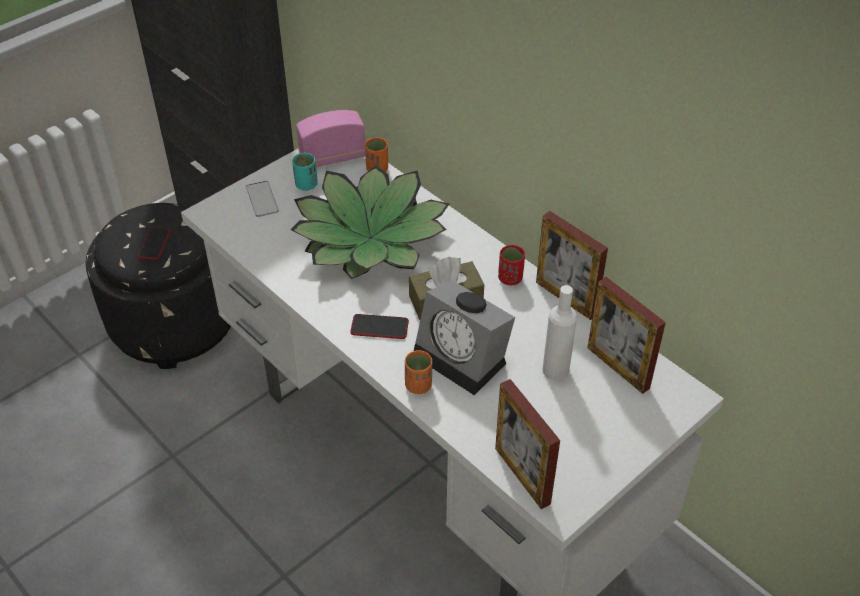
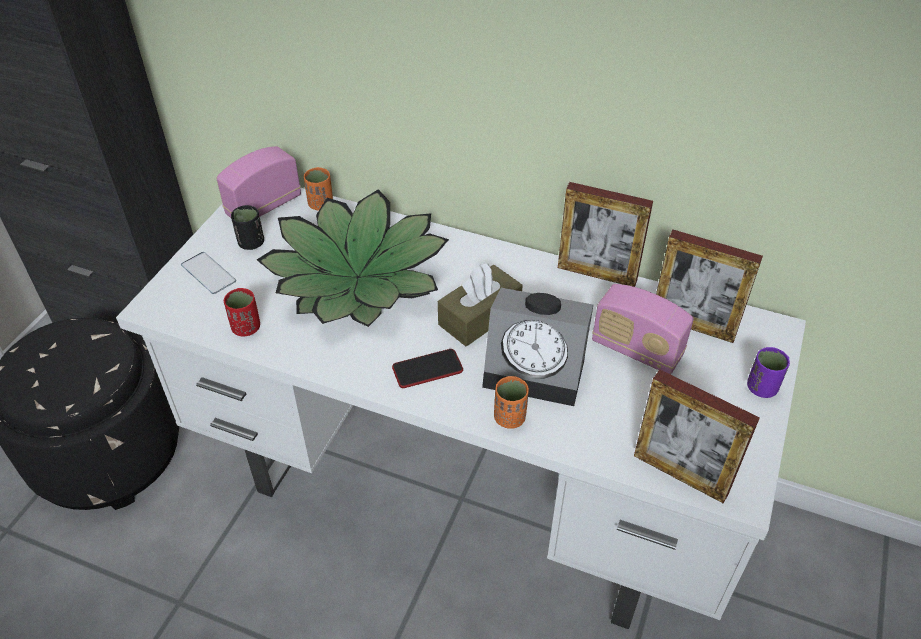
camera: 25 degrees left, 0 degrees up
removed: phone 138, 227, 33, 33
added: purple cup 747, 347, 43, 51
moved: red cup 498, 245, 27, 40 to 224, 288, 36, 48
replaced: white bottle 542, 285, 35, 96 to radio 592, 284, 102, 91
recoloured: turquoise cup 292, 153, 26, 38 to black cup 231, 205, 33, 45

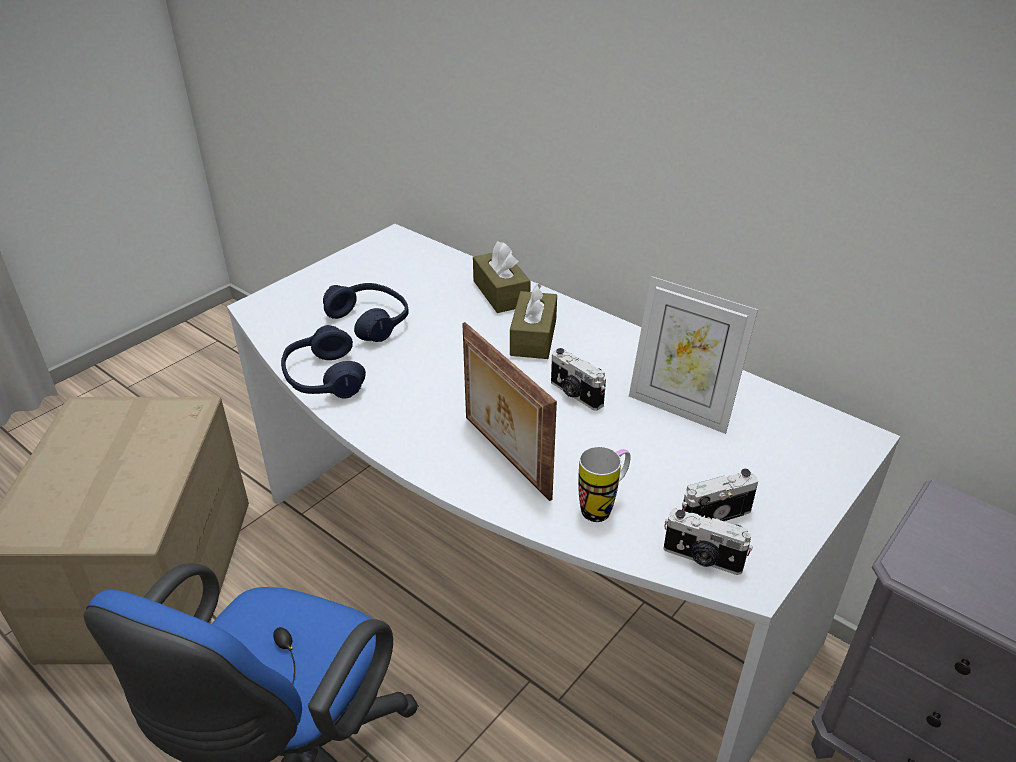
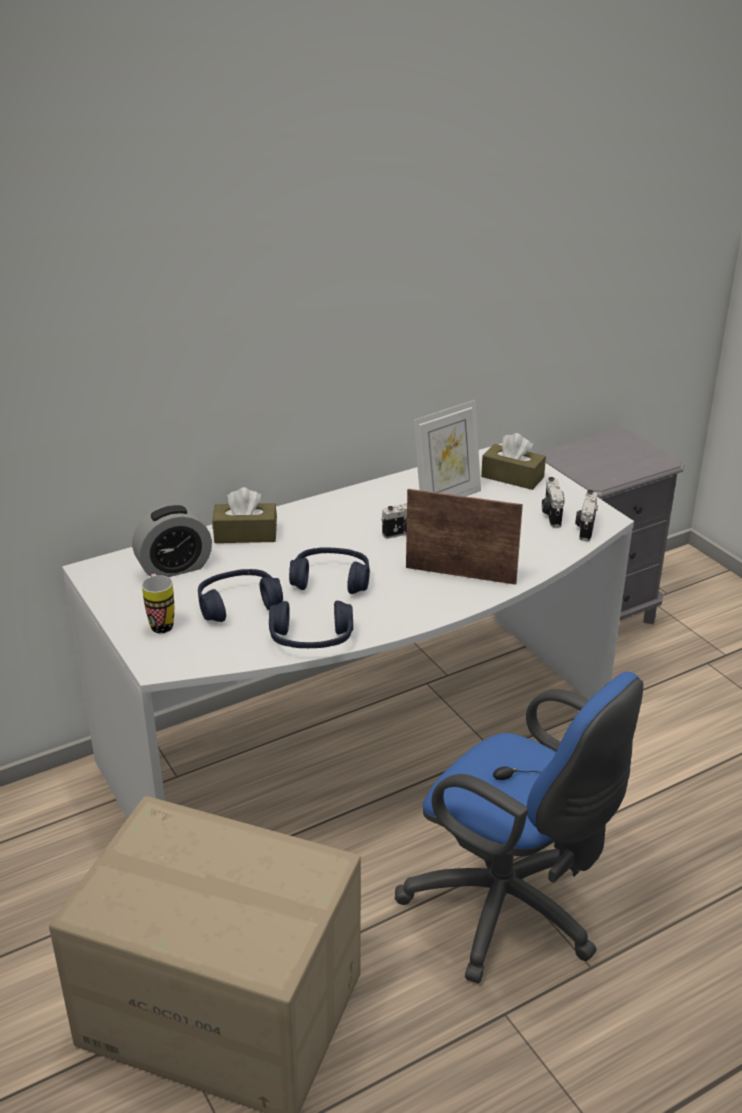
camera: 70 degrees left, 5 degrees down
added: alarm clock 132, 505, 80, 72; blue headphones 289, 547, 81, 47
moved: brown tissue box 510, 283, 47, 76 to 481, 433, 65, 57; mug 578, 447, 53, 75 to 142, 574, 32, 59
turned: picture frame 462, 322, 95, 179 = 406, 489, 117, 96 150 degrees counterclockwise; photo camera 663, 508, 90, 67 = 575, 490, 23, 51 150 degrees clockwise

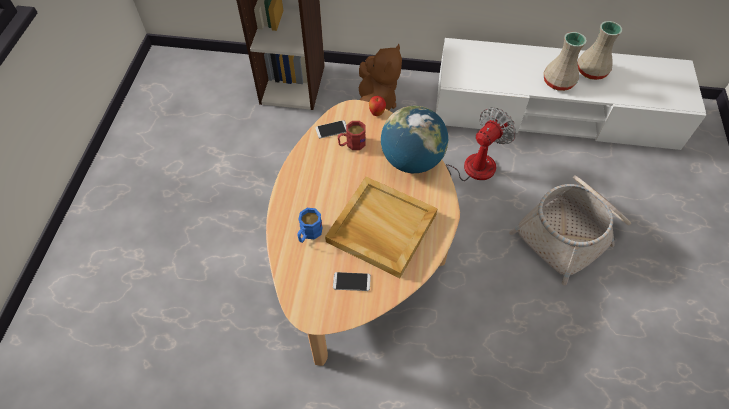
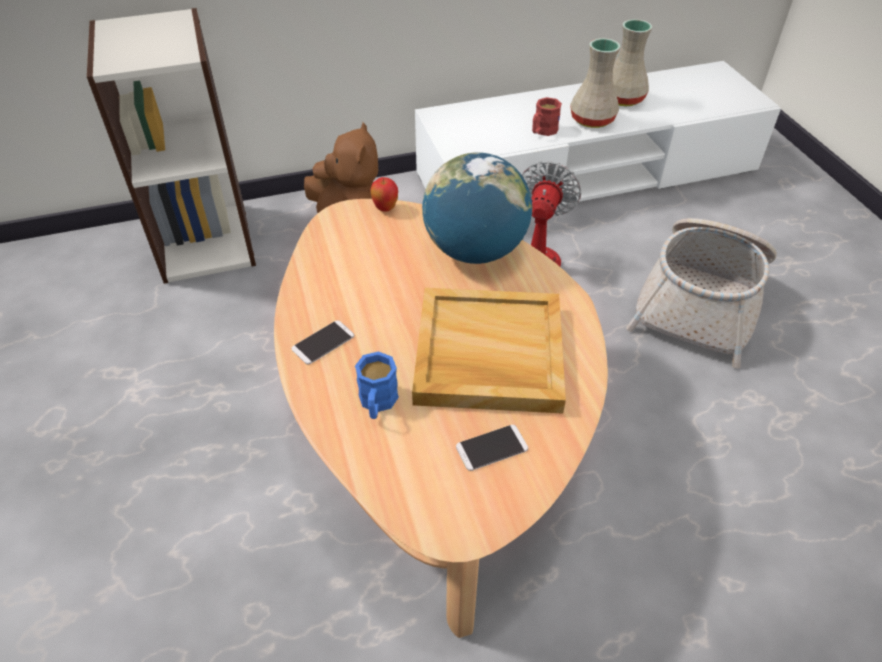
camera: 25 degrees left, 10 degrees down
moved: phone 315, 120, 31, 18 to 292, 320, 62, 45; red mug 338, 121, 28, 29 to 532, 97, 30, 39

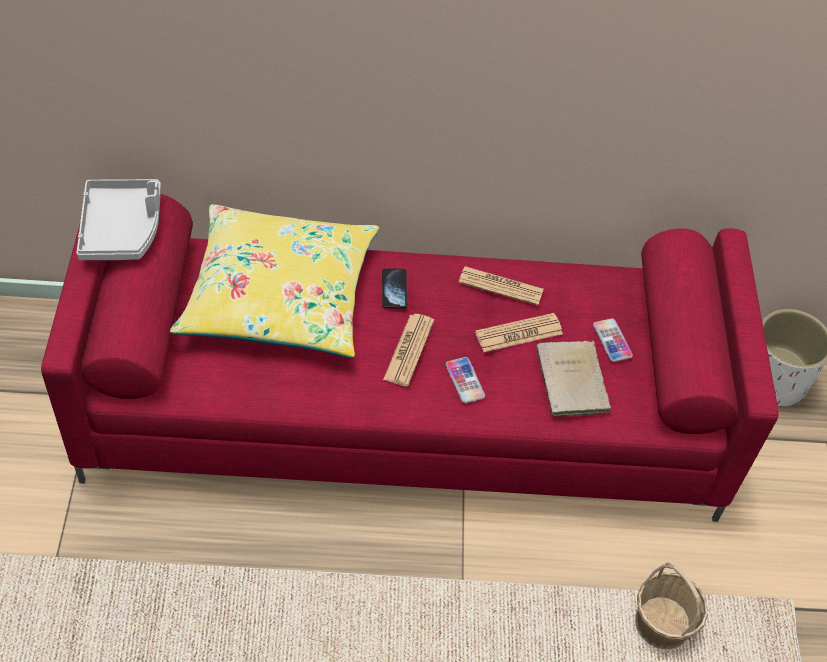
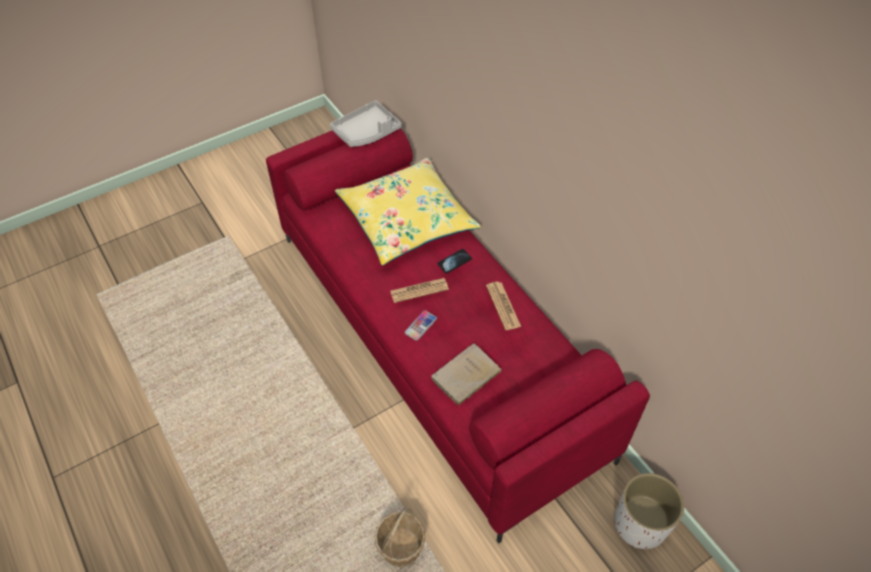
camera: 60 degrees right, 0 degrees up
removed: newspaper 475, 313, 88, 39; phone 593, 318, 40, 44

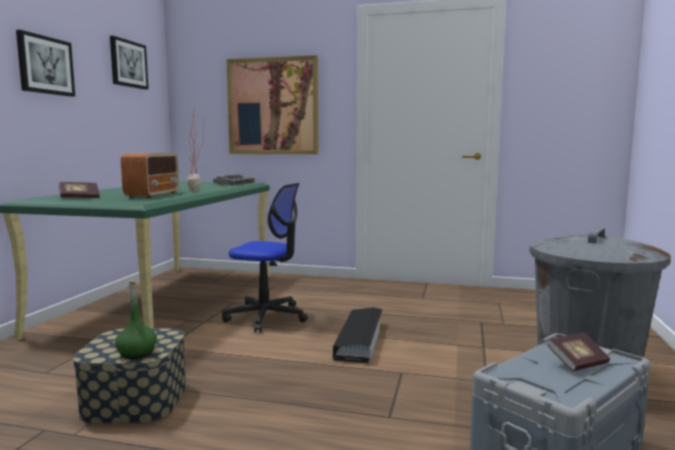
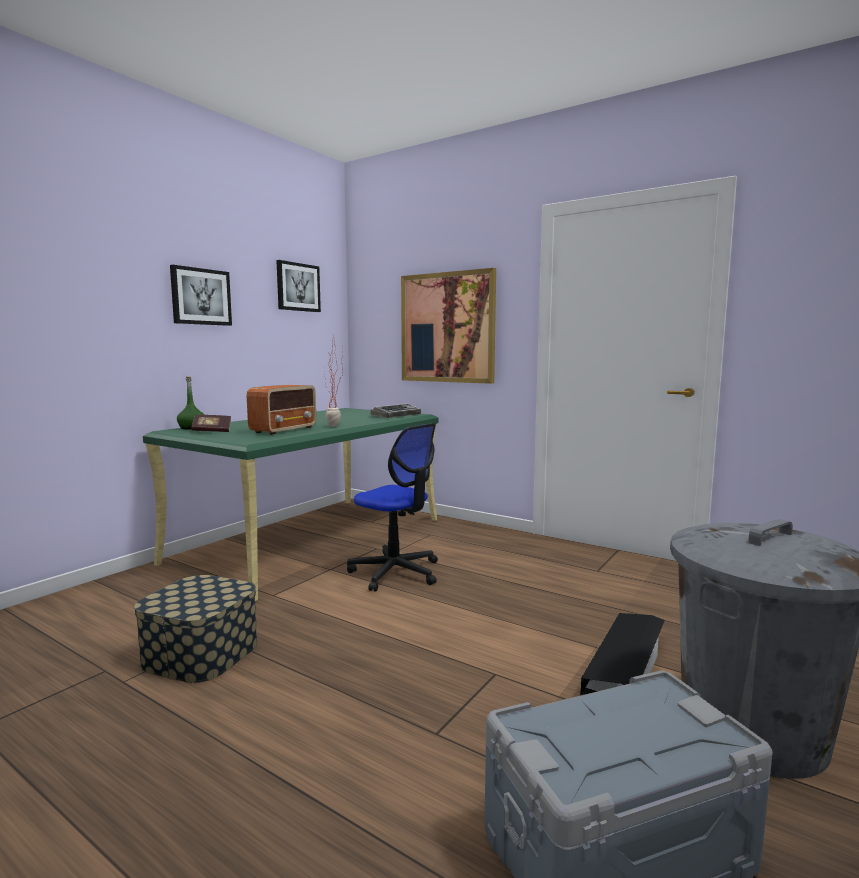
camera: 20 degrees right, 0 degrees up
removed: book 547, 333, 63, 38
moved: green bottle 115, 281, 42, 78 to 177, 376, 27, 53; black storage box 333, 307, 50, 56 to 580, 613, 85, 83

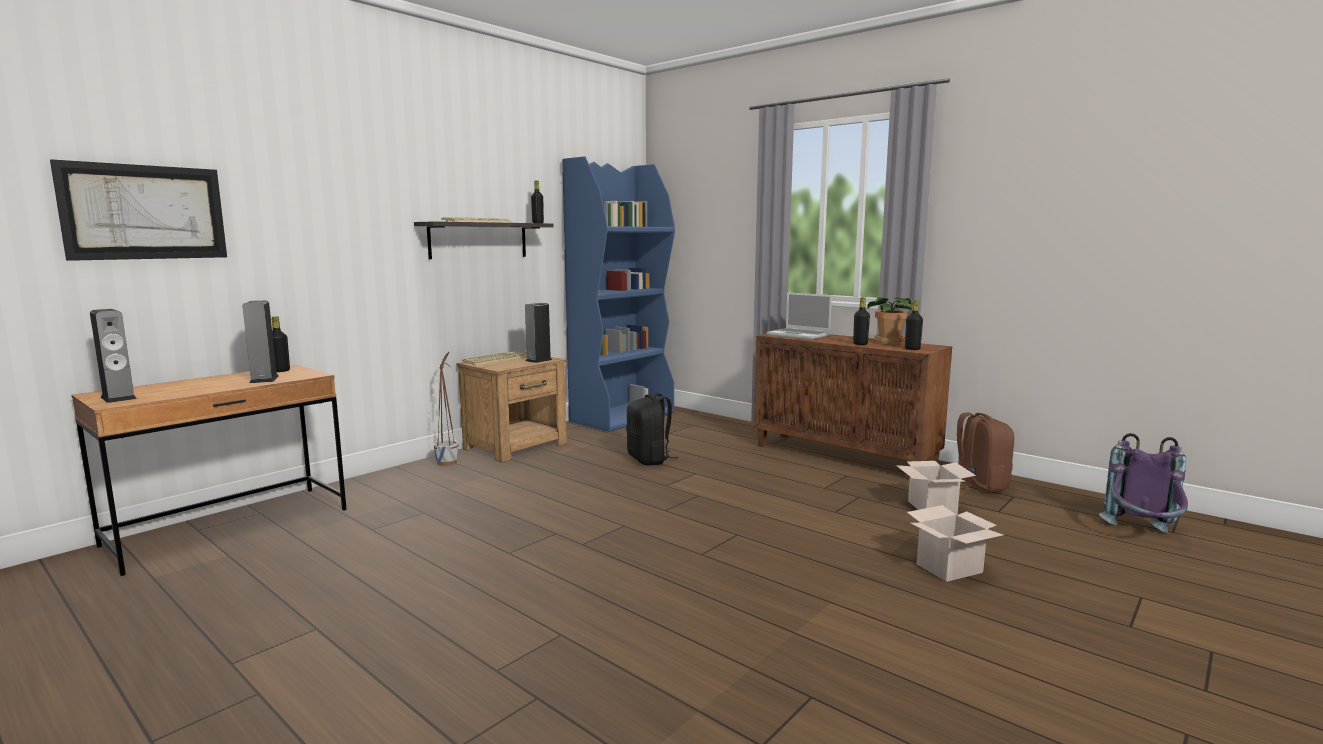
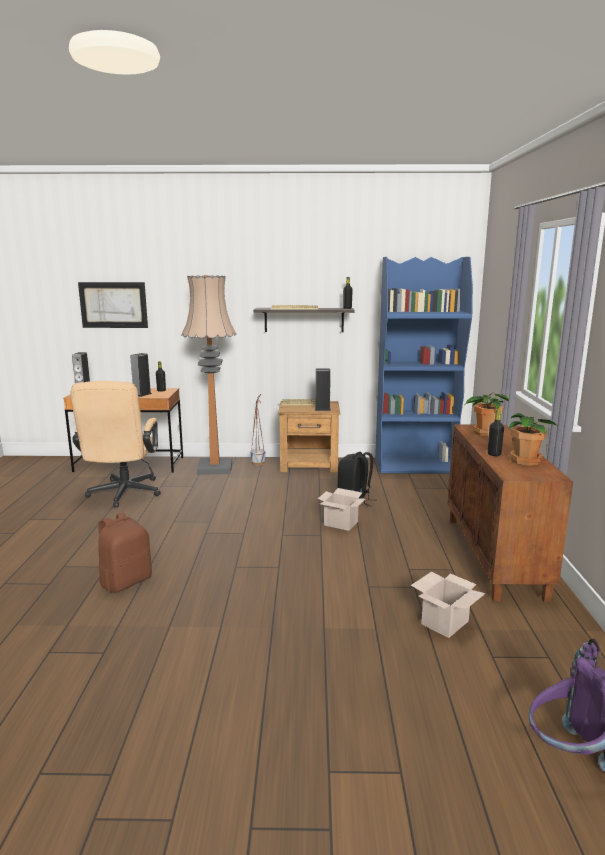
camera: 50 degrees right, 5 degrees up
removed: black bottle 905, 300, 18, 50
added: floor lamp 181, 275, 55, 200; beige office chair 71, 381, 90, 127
moved: brown backpack 957, 413, 57, 80 to 98, 513, 54, 80; cardboard box 907, 505, 96, 77 to 318, 488, 47, 43
replaced: laptop 767, 293, 65, 47 to potted plant 465, 393, 44, 44

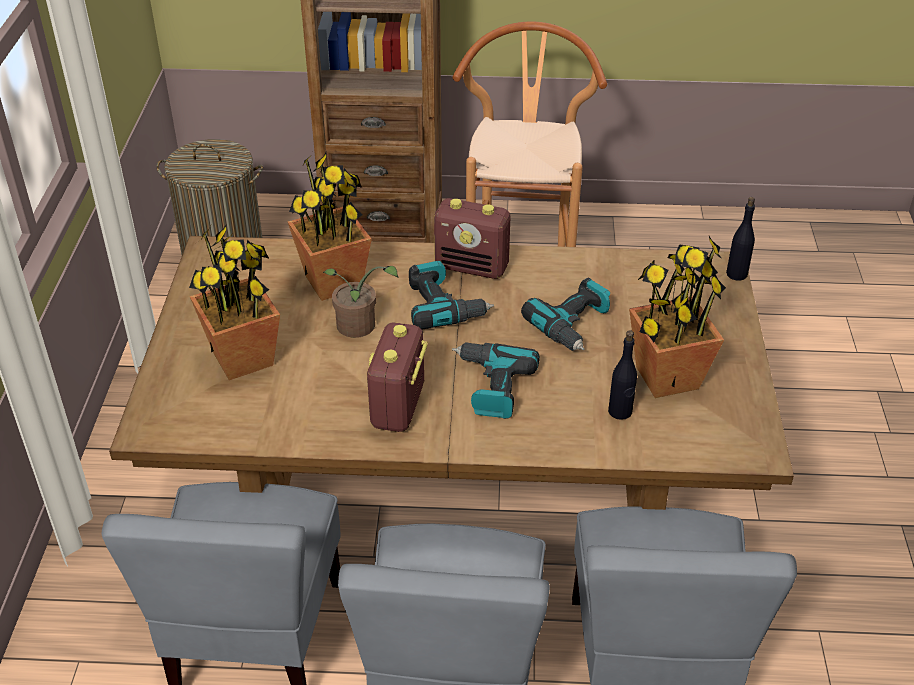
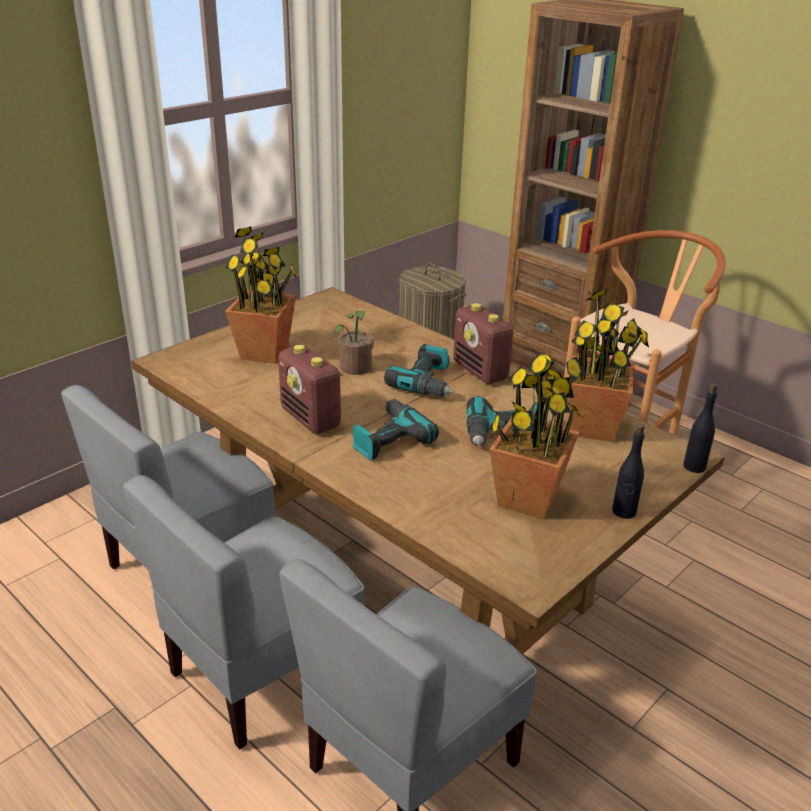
camera: 40 degrees right, 10 degrees down
moved: potted plant 288, 153, 84, 148 to 568, 288, 81, 154; black bottle 608, 331, 29, 89 to 612, 424, 33, 95
turned: radio 367, 322, 61, 110 = 278, 345, 66, 89 90 degrees counterclockwise

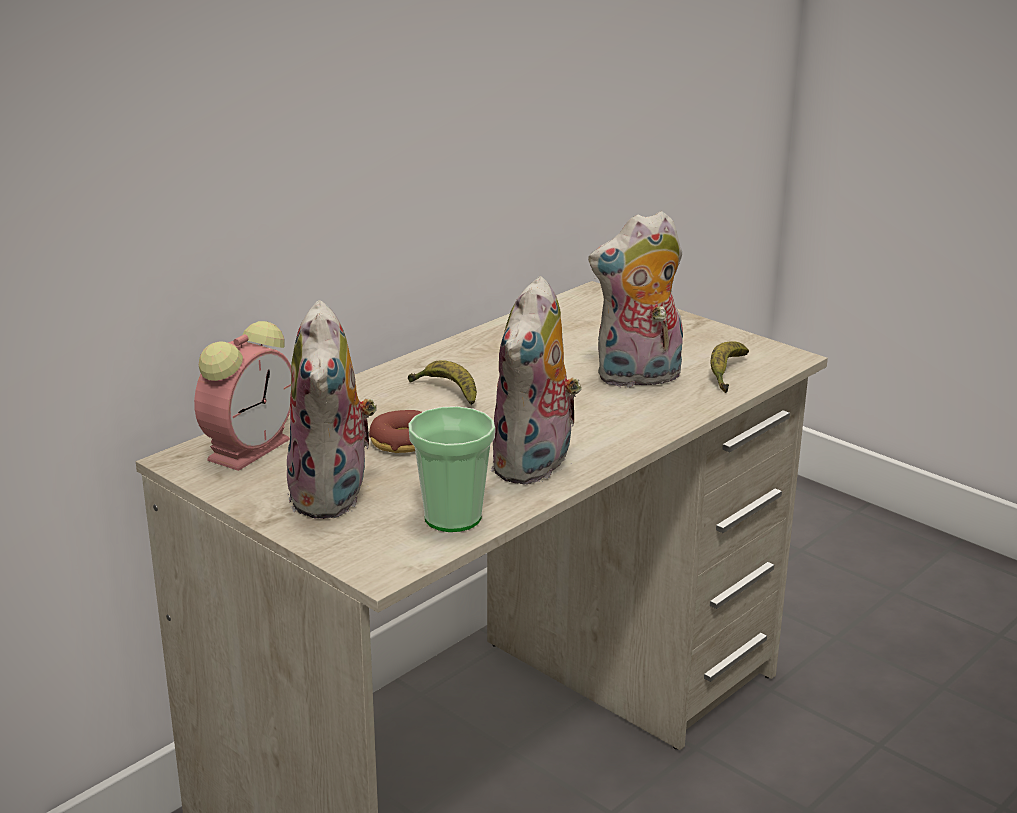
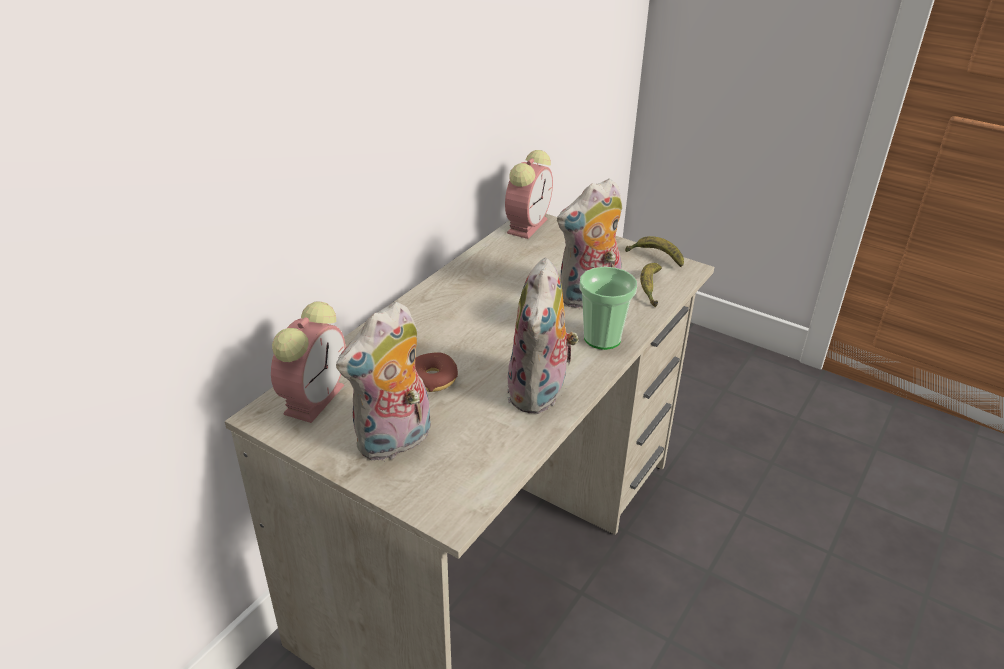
camera: 10 degrees left, 10 degrees up
added: alarm clock 505, 150, 48, 89
moved: banana 408, 360, 69, 45 to 625, 236, 59, 31; cup 408, 406, 87, 126 to 579, 267, 58, 83
turned: plush toy 287, 300, 90, 219 = 336, 302, 95, 160 60 degrees clockwise

